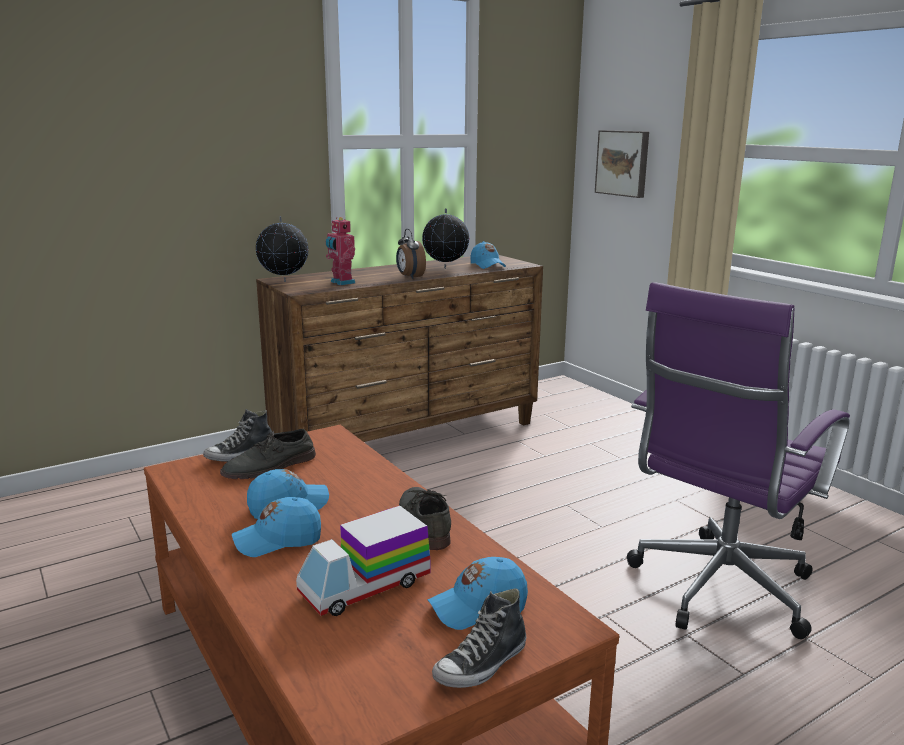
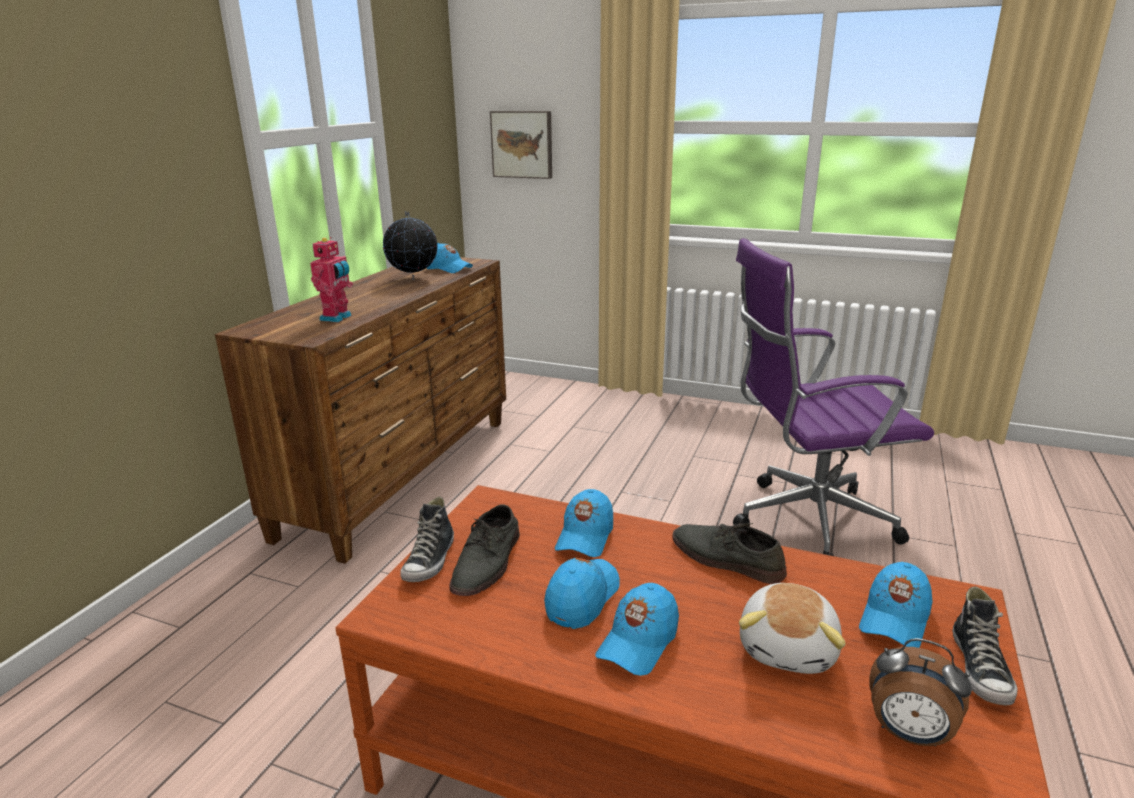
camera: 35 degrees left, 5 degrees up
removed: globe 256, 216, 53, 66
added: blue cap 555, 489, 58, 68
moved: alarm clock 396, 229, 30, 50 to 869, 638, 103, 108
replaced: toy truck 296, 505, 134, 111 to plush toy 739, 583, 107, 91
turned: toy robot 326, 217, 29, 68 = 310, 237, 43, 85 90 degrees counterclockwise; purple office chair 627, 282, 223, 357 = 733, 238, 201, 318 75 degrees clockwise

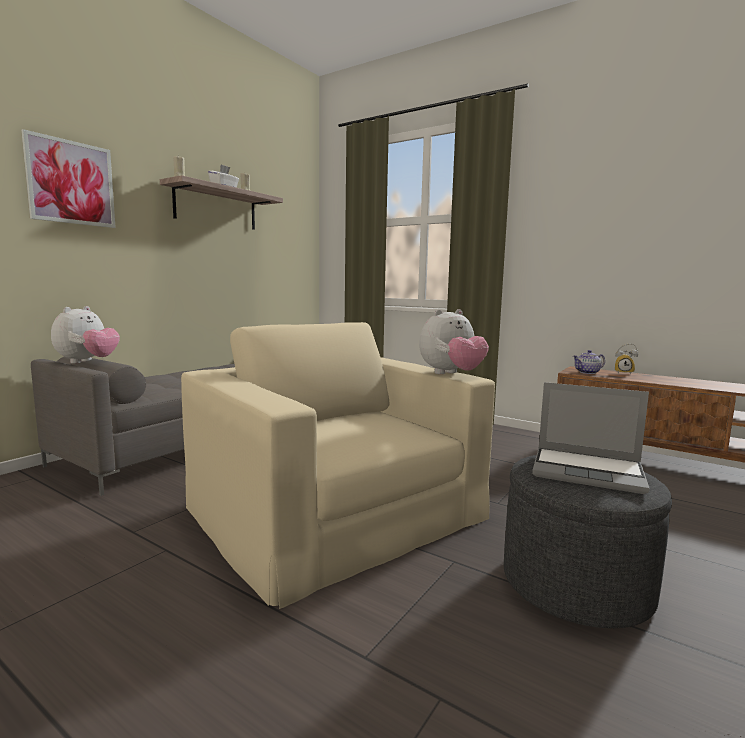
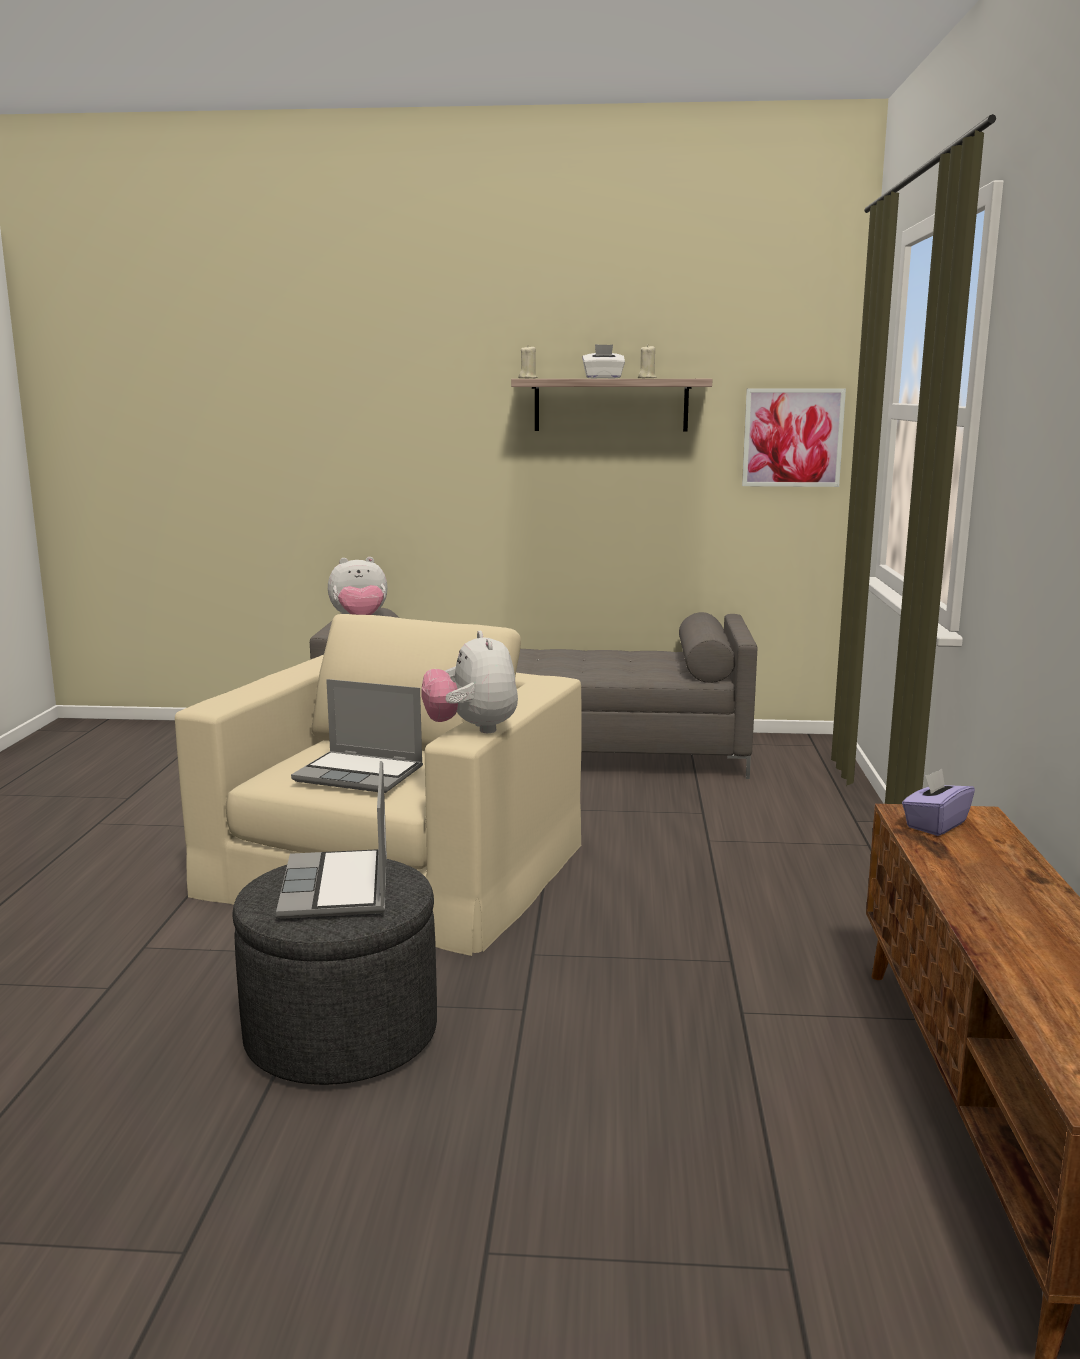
camera: 60 degrees right, 5 degrees up
removed: alarm clock 615, 343, 23, 31
added: laptop 291, 679, 132, 114
moved: picture 21, 129, 95, 99 to 742, 388, 104, 99
replaced: teapot 573, 350, 32, 24 to purple tissue box 902, 769, 73, 67
turned: plush toy 419, 309, 70, 65 = 421, 631, 97, 102 45 degrees clockwise

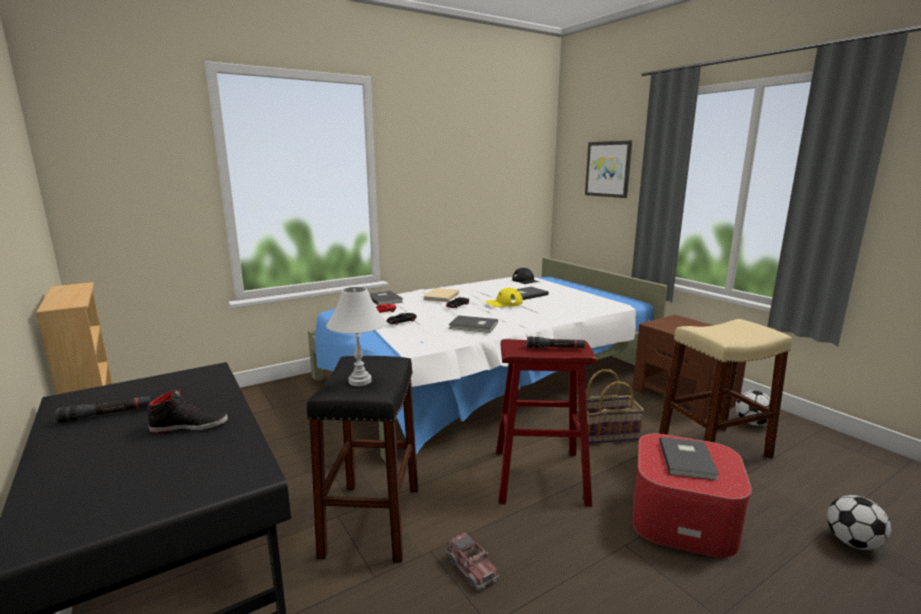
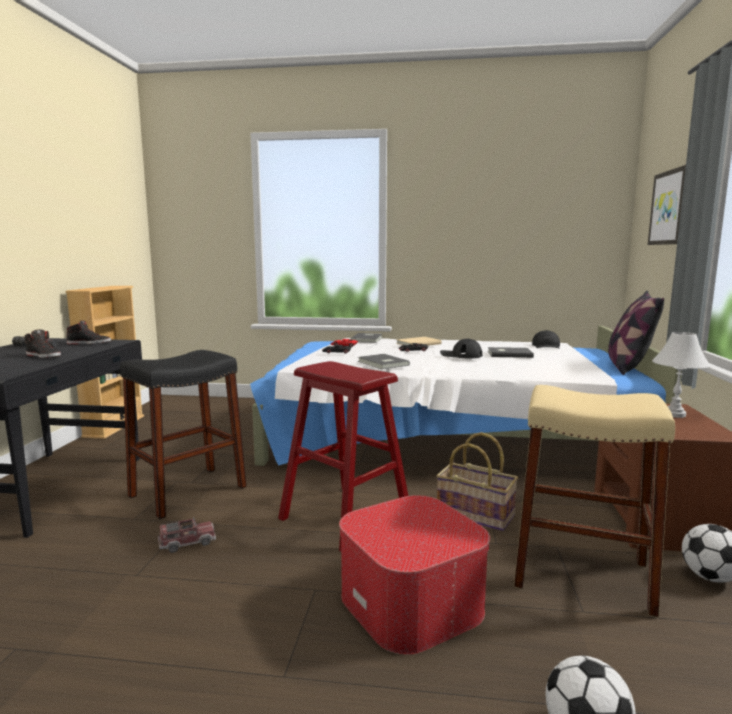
camera: 40 degrees right, 5 degrees down
removed: black flashlight 527, 336, 58, 12; grey book 659, 437, 60, 43
added: pillow 608, 291, 56, 84; black shoe 67, 320, 44, 24
moved: white table lamp 326, 287, 60, 99 to 652, 332, 59, 86
recoloured: yellow cap 485, 288, 37, 19 to black cap 440, 339, 43, 20
turned: toy truck 445, 531, 54, 59 = 158, 517, 58, 36 120 degrees counterclockwise

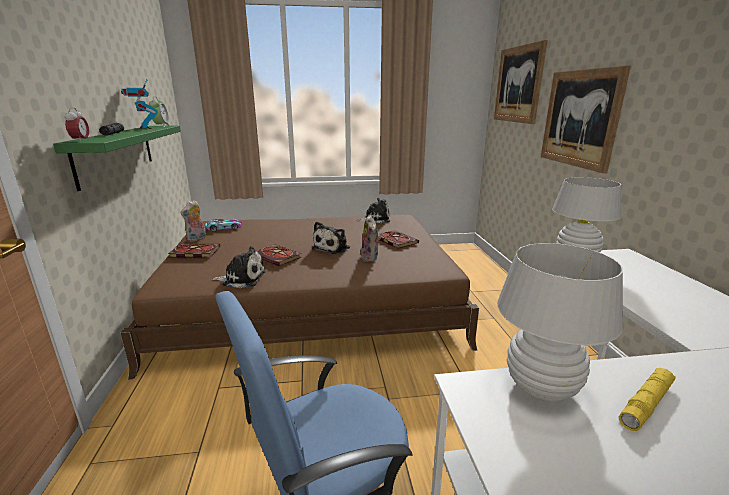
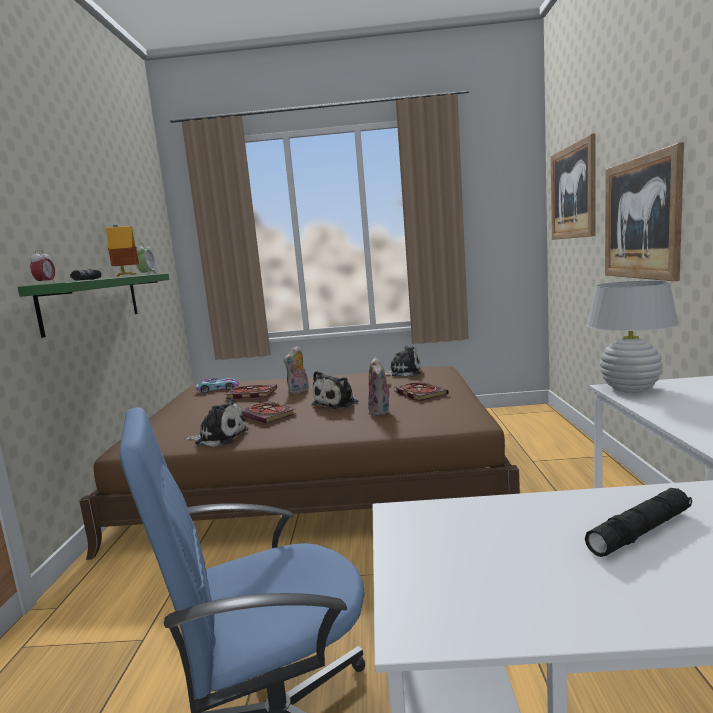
camera: 10 degrees right, 10 degrees down
removed: white table lamp 497, 243, 126, 159
moved: plush toy 180, 200, 26, 42 to 284, 346, 25, 48; book 168, 244, 52, 14 to 225, 384, 52, 15
replaced: toy robot 121, 79, 37, 50 to toy house 106, 225, 33, 52
recoloured: yellow flashlight 619, 368, 57, 63 to black flashlight 585, 488, 107, 69

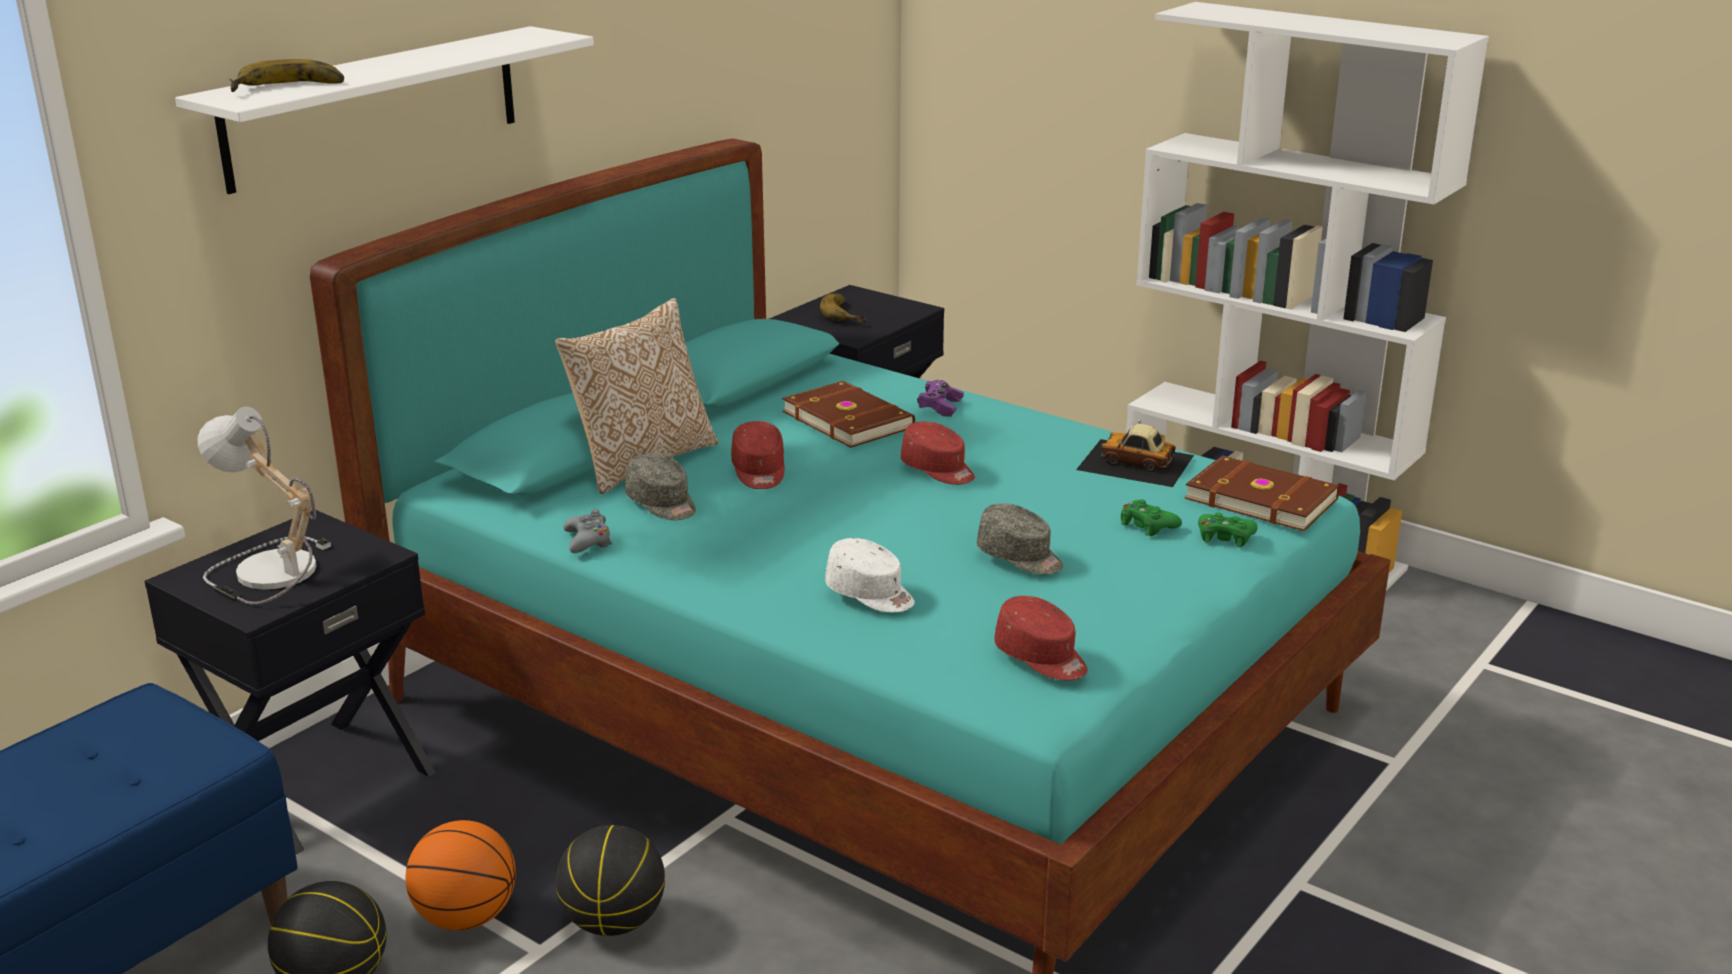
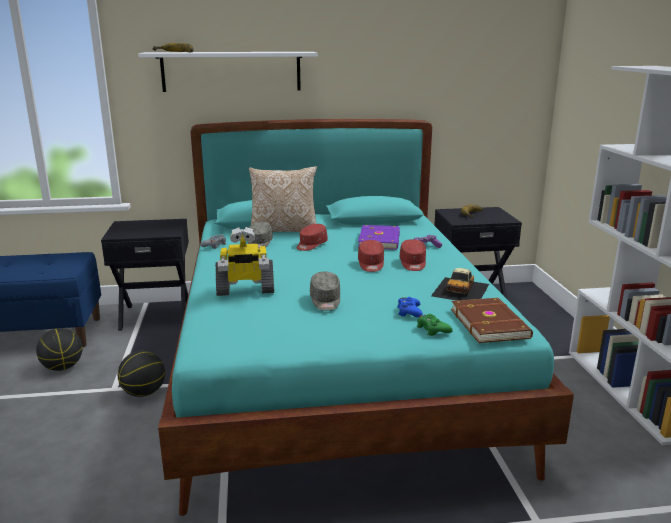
camera: 45 degrees right, 5 degrees down
removed: table lamp 198, 406, 133, 199; basketball 406, 820, 110, 110
moved: red cap 994, 596, 94, 84 to 400, 239, 26, 32
replaced: white cap 825, 538, 90, 75 to toy robot 216, 227, 58, 69
recoloured: brown book 782, 381, 133, 67 to purple book 358, 225, 42, 25; green game controller 1121, 499, 61, 37 to blue game controller 397, 297, 26, 21
turned: toy car 1076, 424, 118, 63 = 431, 268, 58, 33 135 degrees counterclockwise

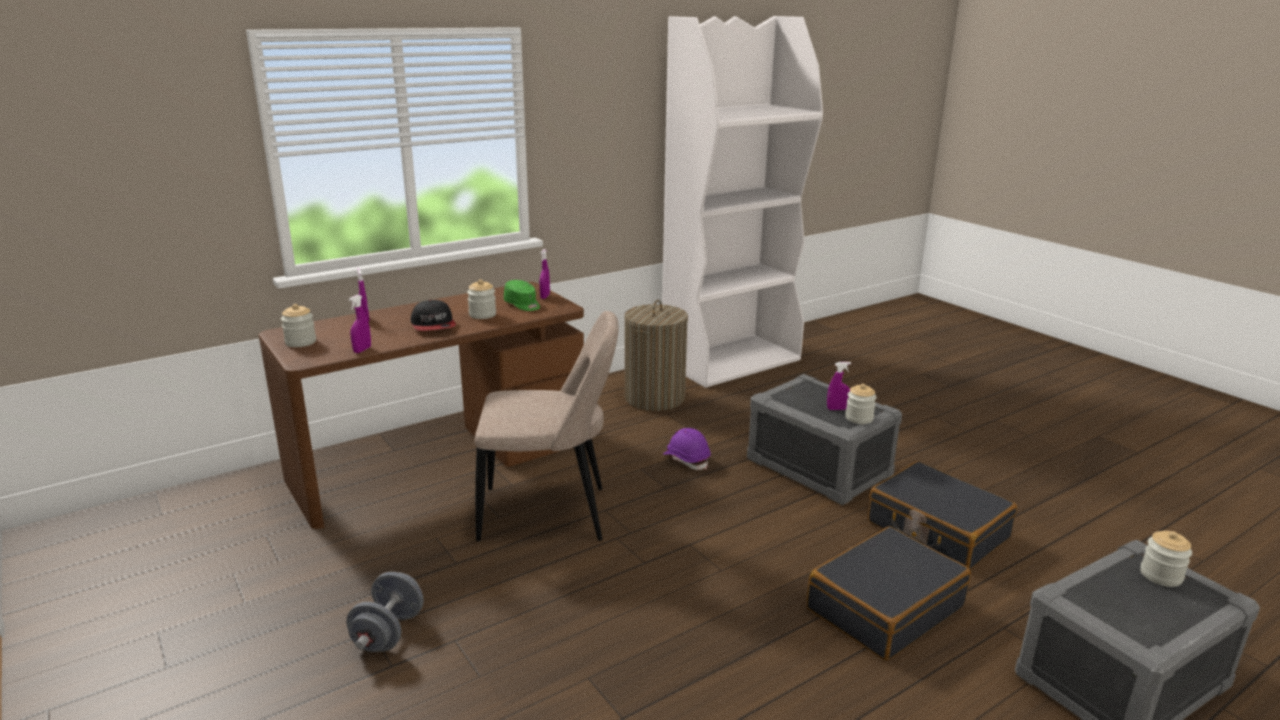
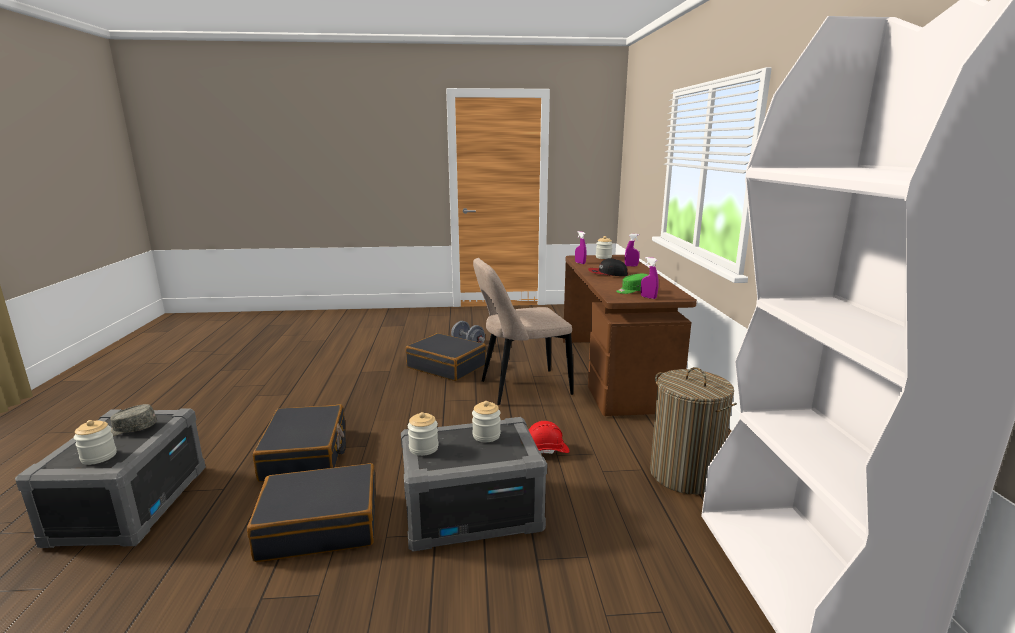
camera: 120 degrees right, 5 degrees down
removed: purple spray bottle 827, 362, 24, 48
added: black suitcase 406, 333, 80, 48; grey cap 110, 404, 47, 32
moved: jar 467, 279, 29, 40 to 472, 401, 29, 41
recoloured: purple hard hat 663, 428, 48, 42 to red hard hat 529, 421, 40, 33
turned: beige chair 475, 311, 144, 230 = 473, 258, 100, 147 45 degrees clockwise

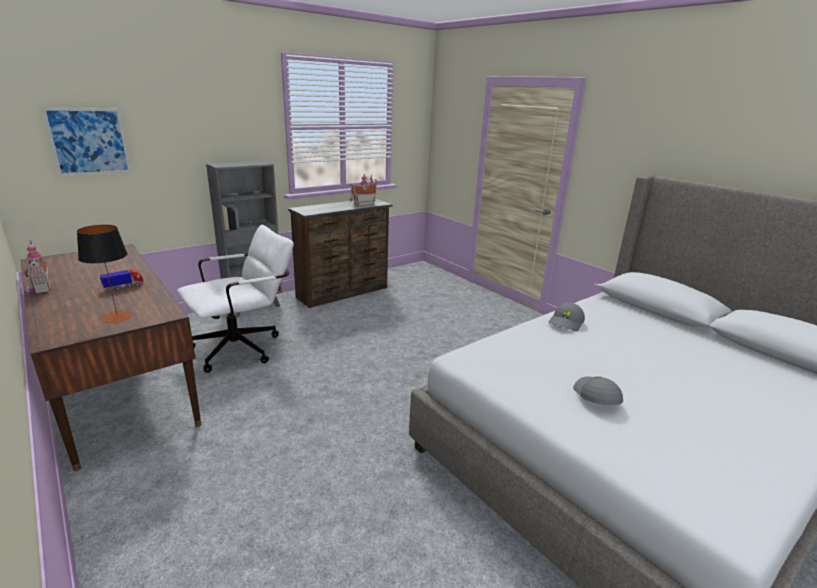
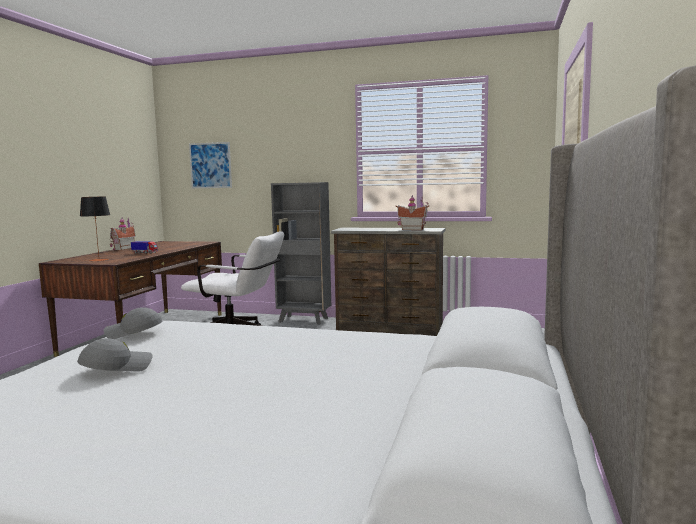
camera: 55 degrees right, 15 degrees down
moved: grey cap 548, 303, 37, 28 to 104, 307, 59, 32

